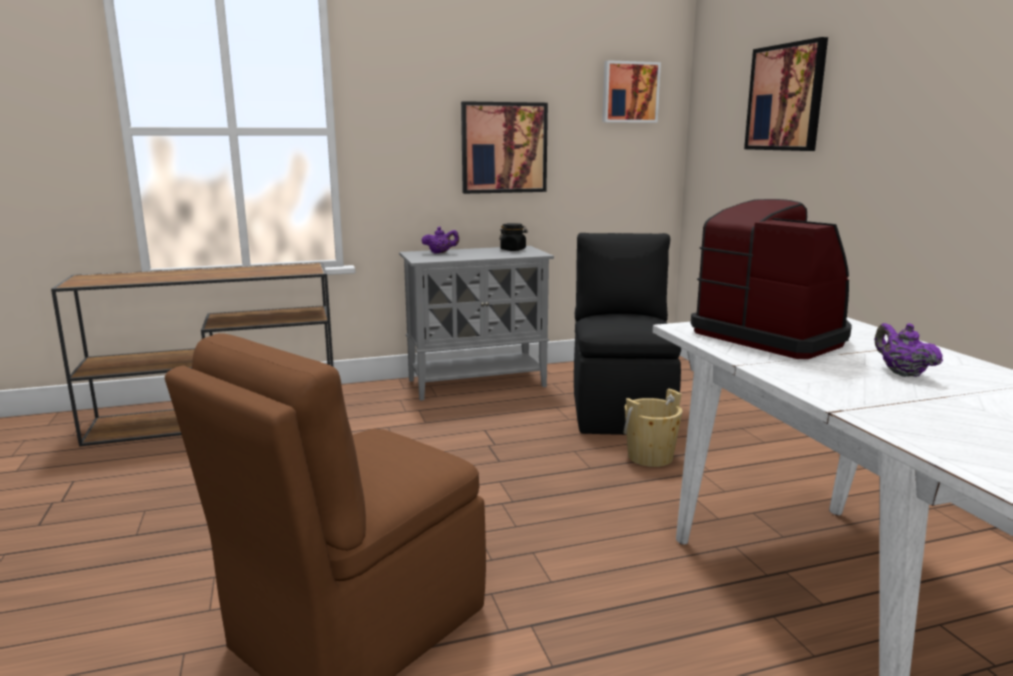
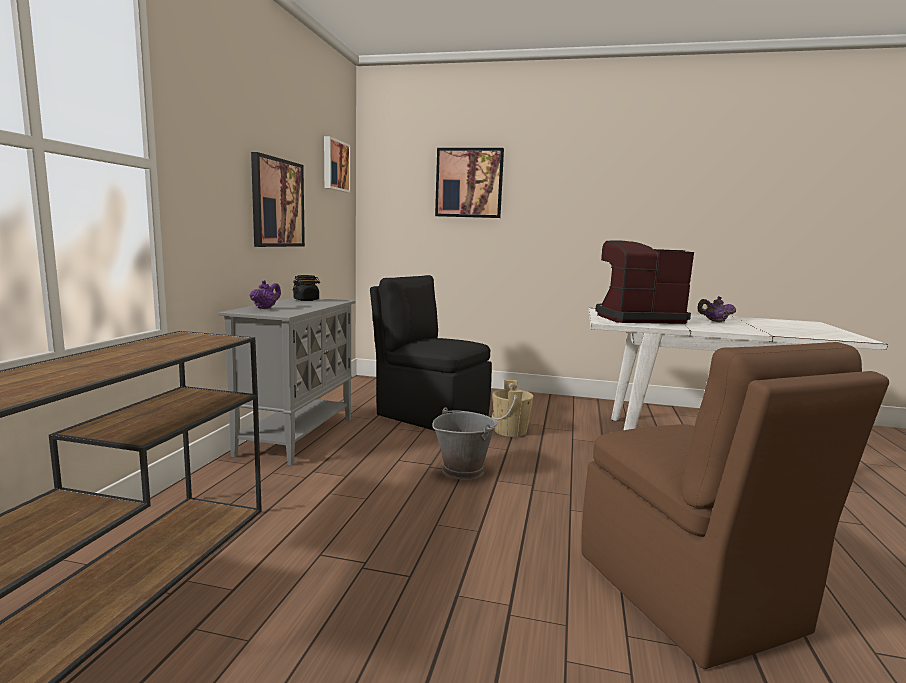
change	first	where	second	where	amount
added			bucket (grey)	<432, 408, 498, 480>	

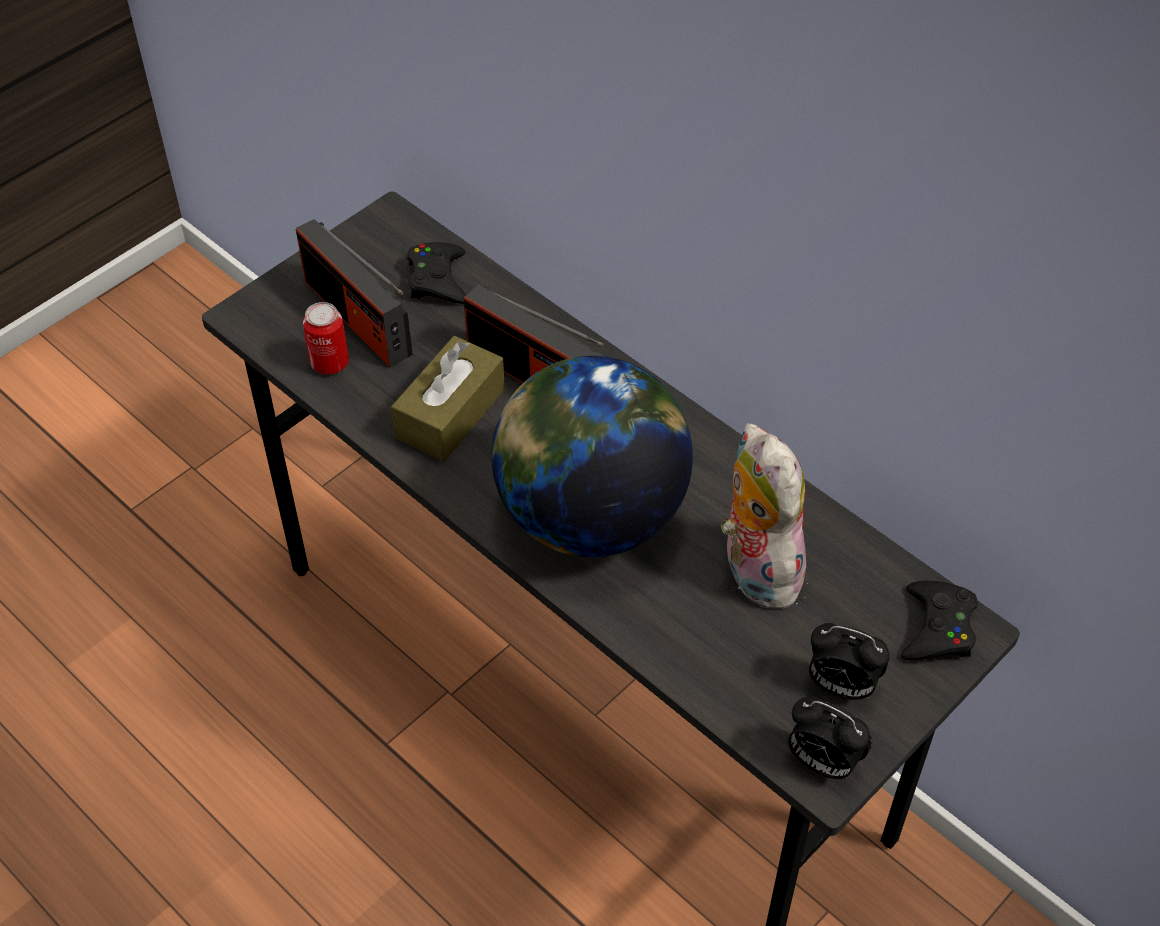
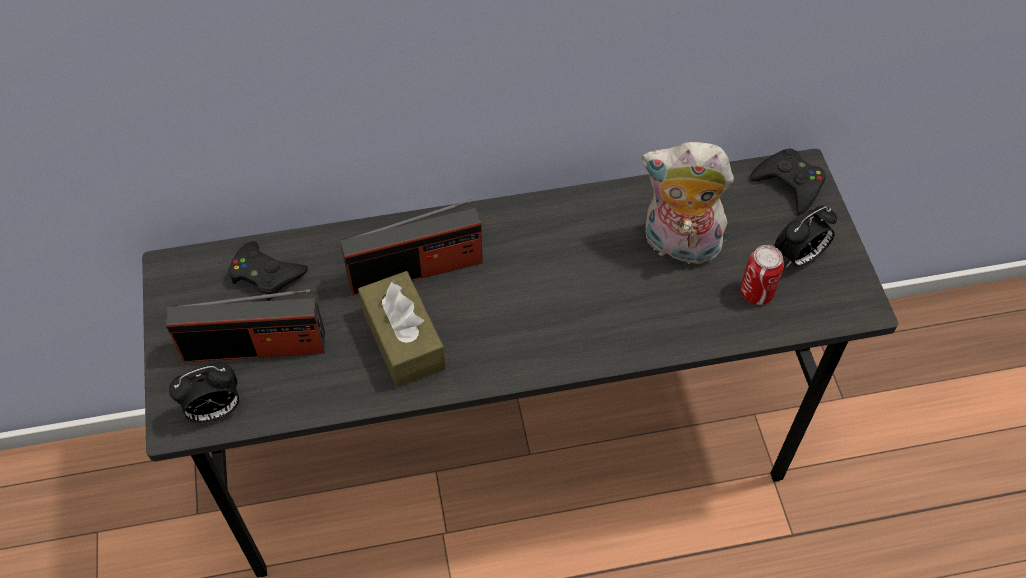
change	first	where	second	where	amount
moved	sealed can	<303, 302, 349, 375>		<740, 245, 784, 305>	
removed	globe	<491, 356, 693, 557>			
moved	table clock	<788, 696, 872, 779>		<169, 362, 239, 423>	

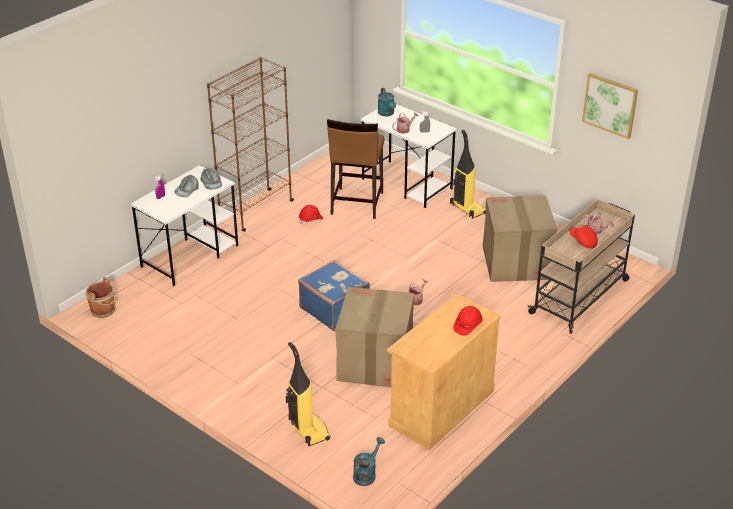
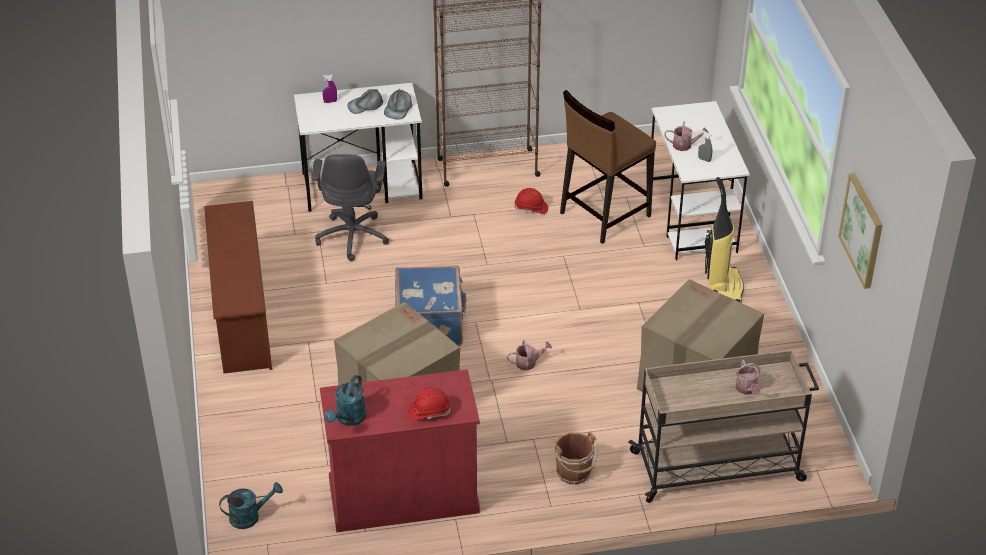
change	first	where	second	where	amount
moved	bucket (brownish)	<85, 277, 118, 318>		<554, 432, 598, 484>	
removed	hoover	<286, 342, 330, 446>			
moved	watering can (blue-green)	<378, 88, 396, 116>		<325, 375, 366, 426>	
recoloured	storage cabinet (beige-coloured)	<387, 293, 501, 450>	storage cabinet (red)	<320, 369, 480, 532>	
removed	baseball cap (red)	<569, 225, 598, 249>			
added			shoe stand (brownish)	<204, 201, 272, 374>	
added			desk chair (grey)	<311, 154, 389, 261>	

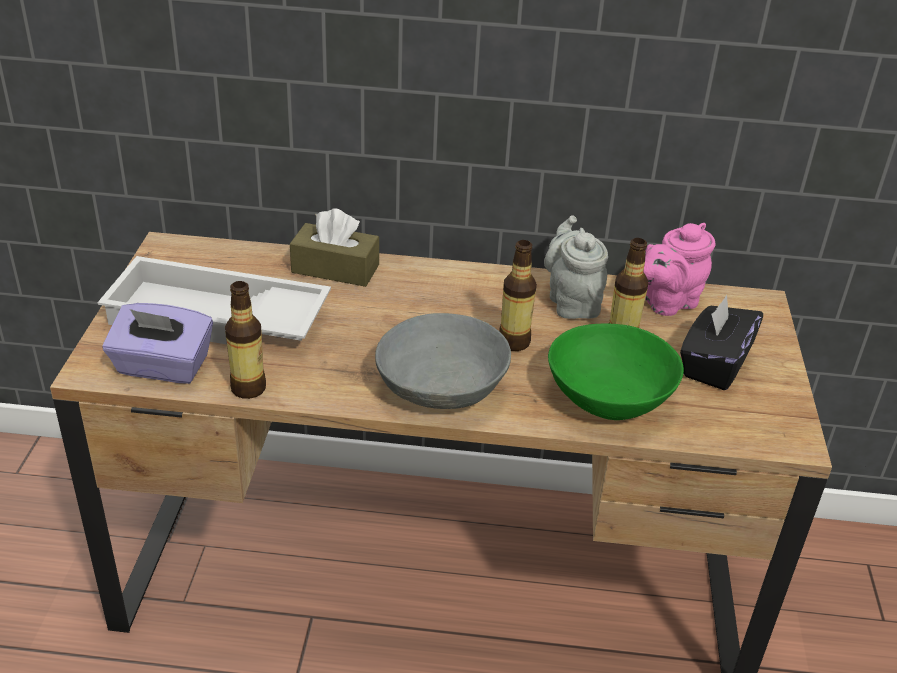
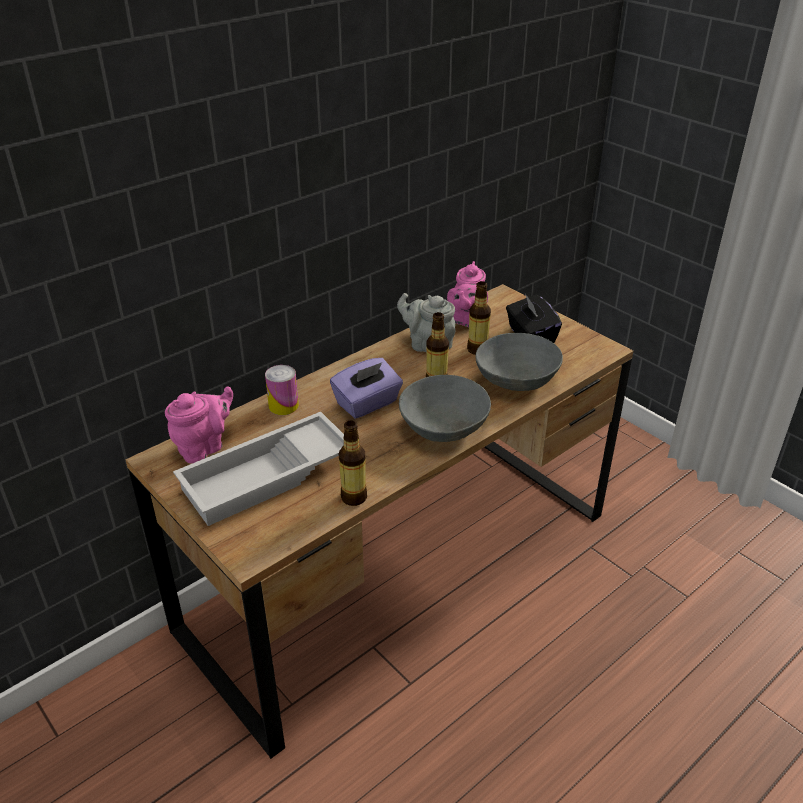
change	first	where	second	where	amount
moved	box of tissues (purple)	<102, 303, 213, 384>		<330, 358, 403, 419>	
replaced	box of tissues (brownish)	<290, 208, 379, 287>	sealed can	<265, 365, 299, 415>	
recoloured	deep dish (green)	<548, 324, 684, 420>	deep dish (grey)	<475, 333, 563, 391>	
added			pot for tea (pink-coloured)	<165, 387, 233, 463>	

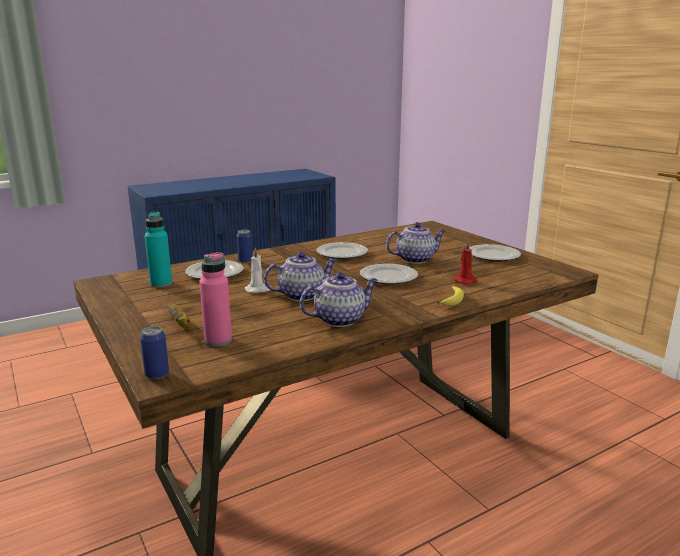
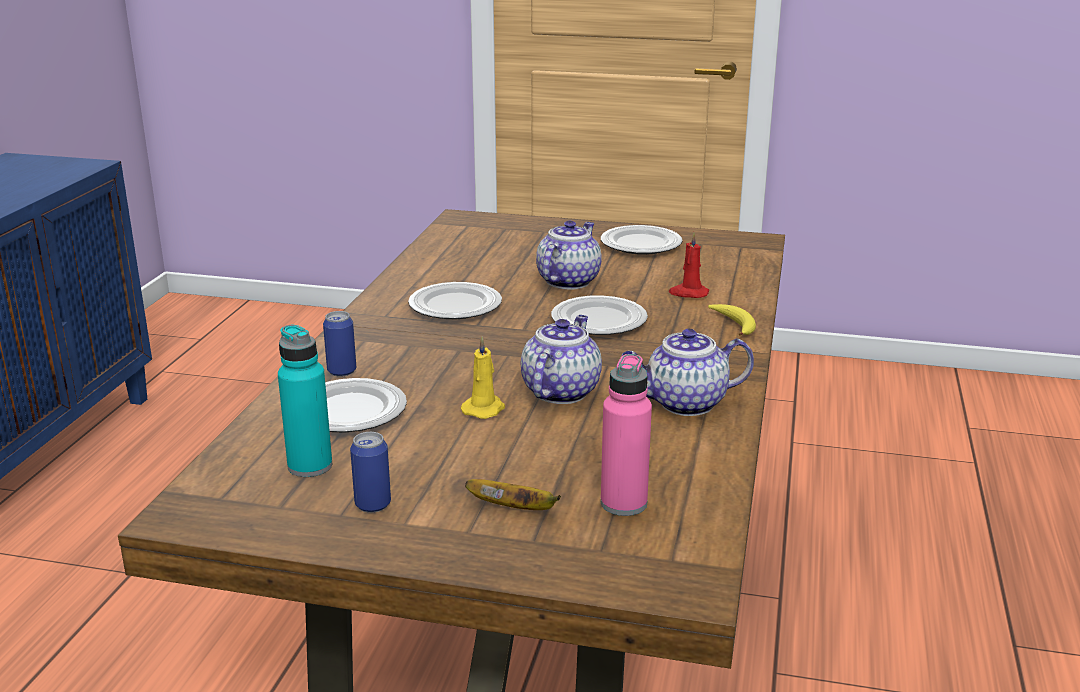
change	first	where	second	where	amount
moved	sealed can	<140, 326, 169, 379>		<350, 432, 391, 513>	
recoloured	wax light (white-coloured)	<245, 248, 270, 293>	wax light (yellowish)	<461, 337, 505, 419>	
turned	pot for tea	<300, 272, 378, 327>		<622, 329, 754, 416>	120 degrees counterclockwise

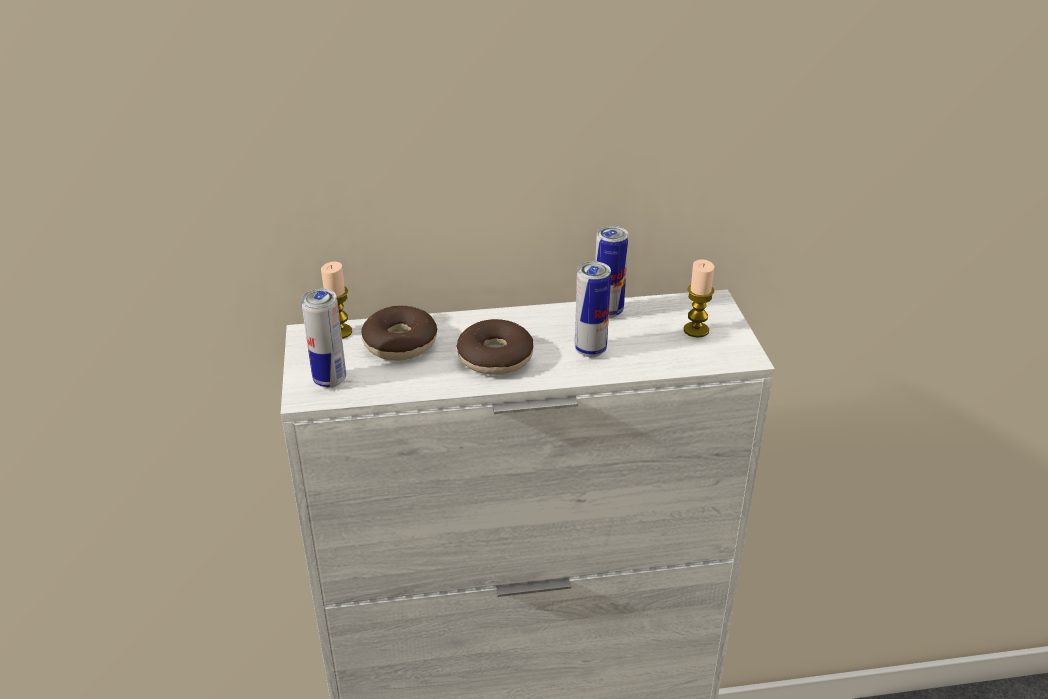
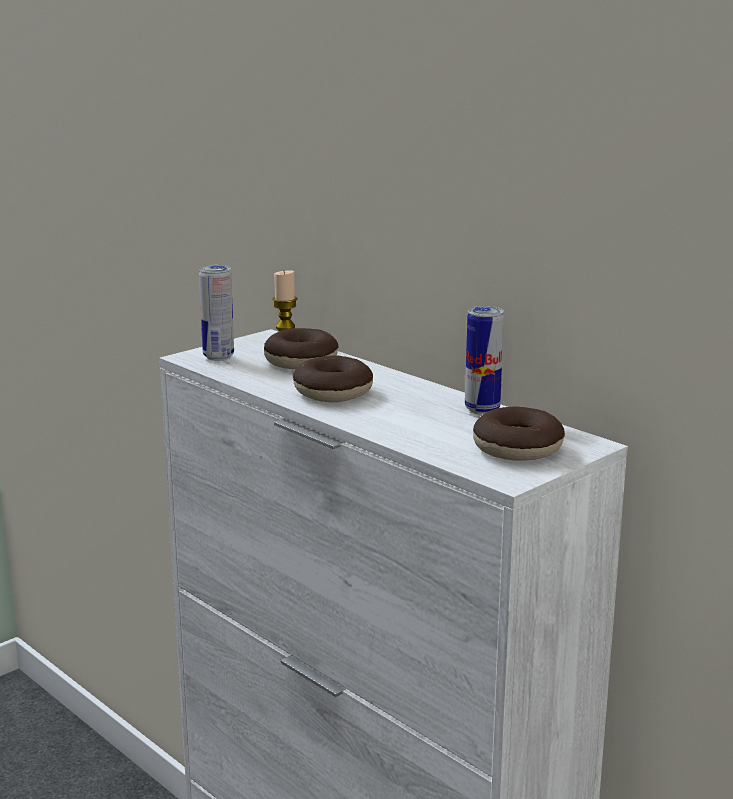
change	first	where	second	where	amount
removed	sealed can	<575, 261, 611, 357>			
replaced	wax light	<684, 259, 714, 338>	ring doughnut	<473, 406, 565, 461>	

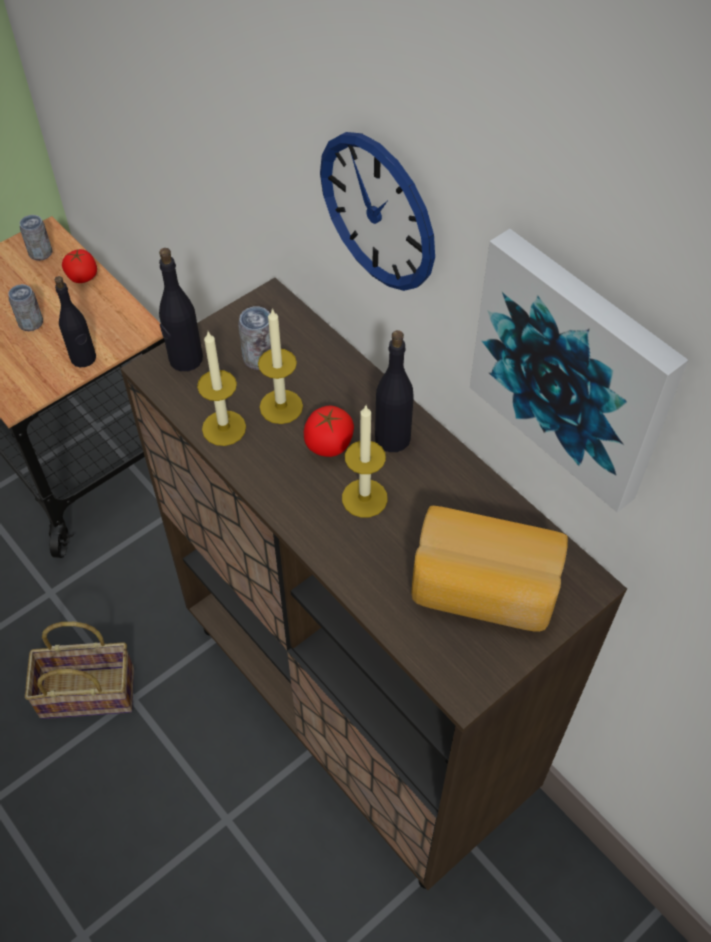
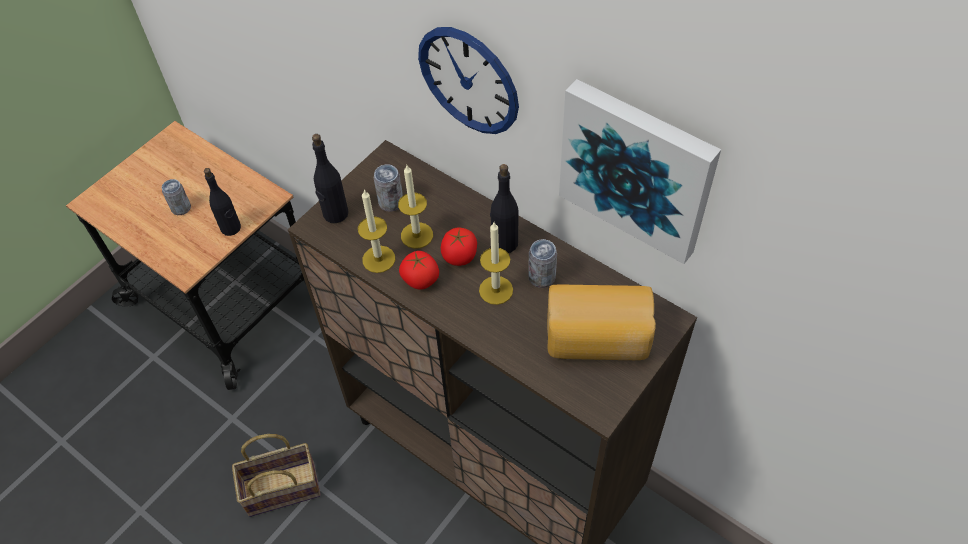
change	first	where	second	where	amount
moved	sealed can	<20, 215, 52, 261>		<528, 239, 557, 288>	
moved	whole tomato	<62, 249, 97, 283>		<399, 251, 439, 290>	

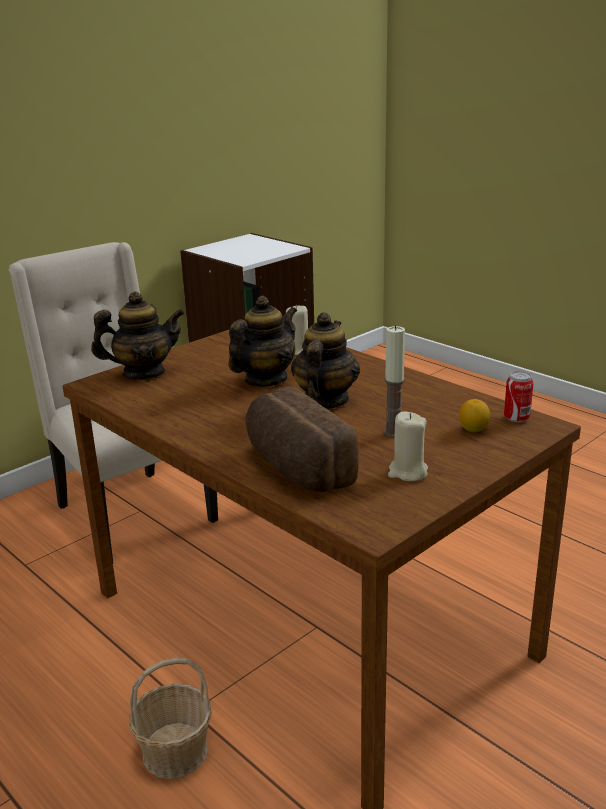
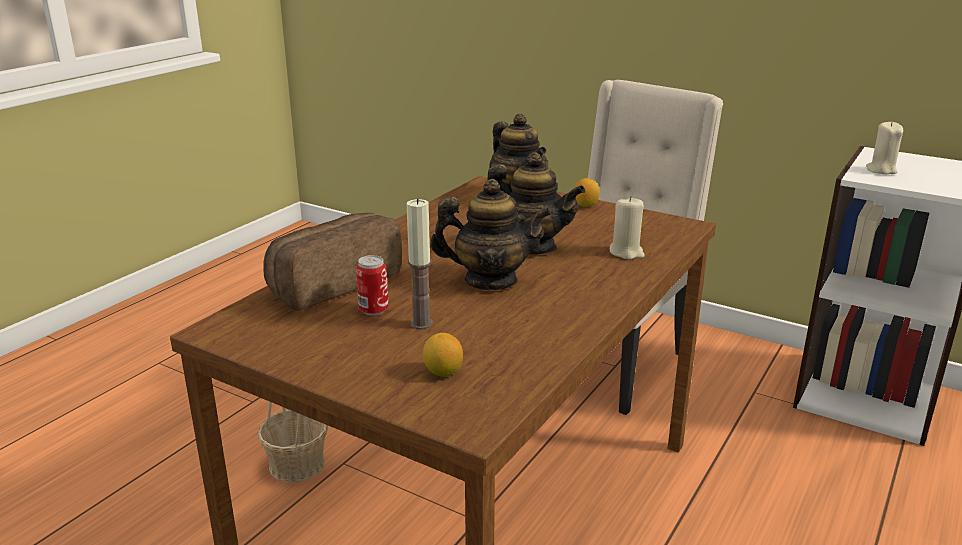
change	first	where	second	where	amount
moved	wax light (beige-coloured)	<388, 411, 428, 481>		<866, 121, 903, 175>	
moved	sealed can	<504, 371, 533, 423>		<356, 255, 389, 316>	
added			whole lemon	<574, 178, 600, 207>	

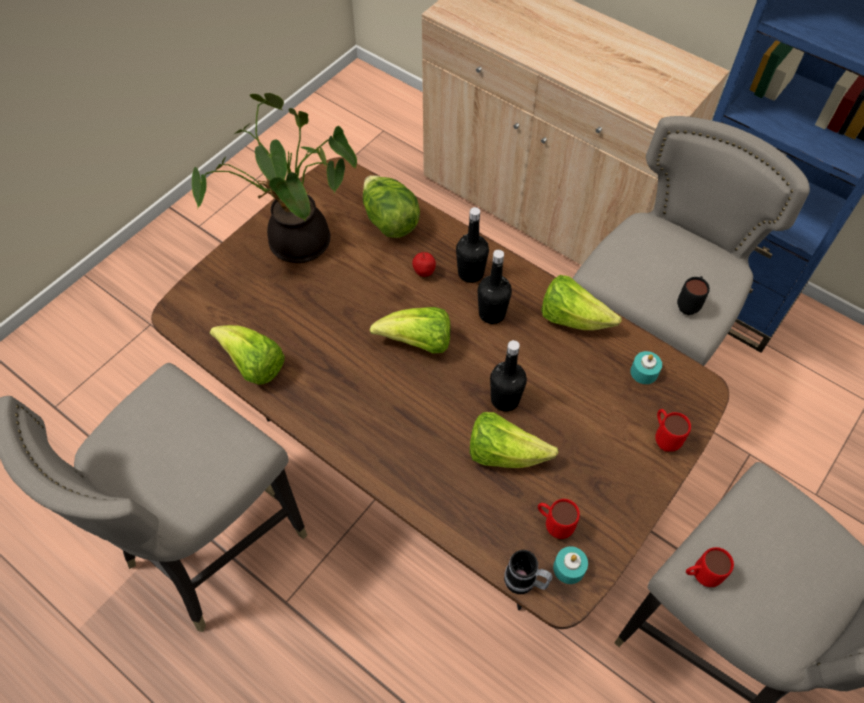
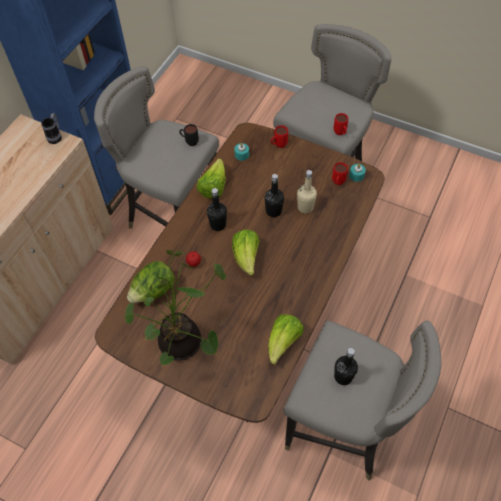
change	first	where	second	where	amount
moved	drink bottle (black-coloured)	<456, 207, 489, 283>		<334, 348, 358, 385>	
replaced	head of lettuce	<470, 412, 558, 468>	drink bottle (beige-coloured)	<297, 170, 317, 213>	
moved	coffee mug	<504, 550, 553, 594>		<41, 113, 62, 144>	

